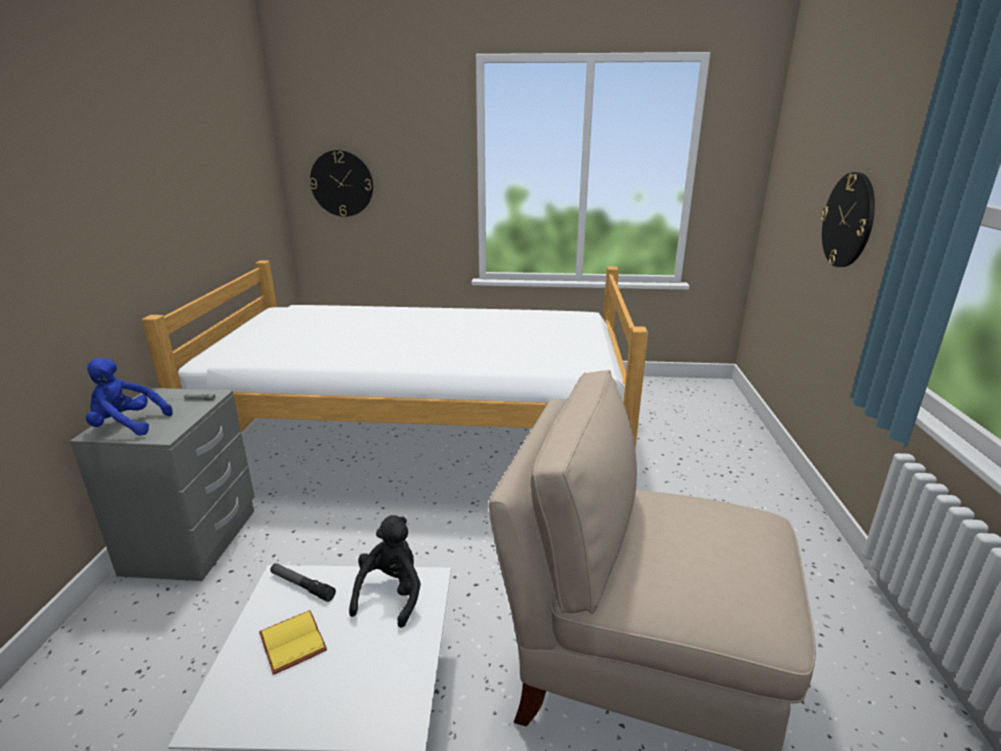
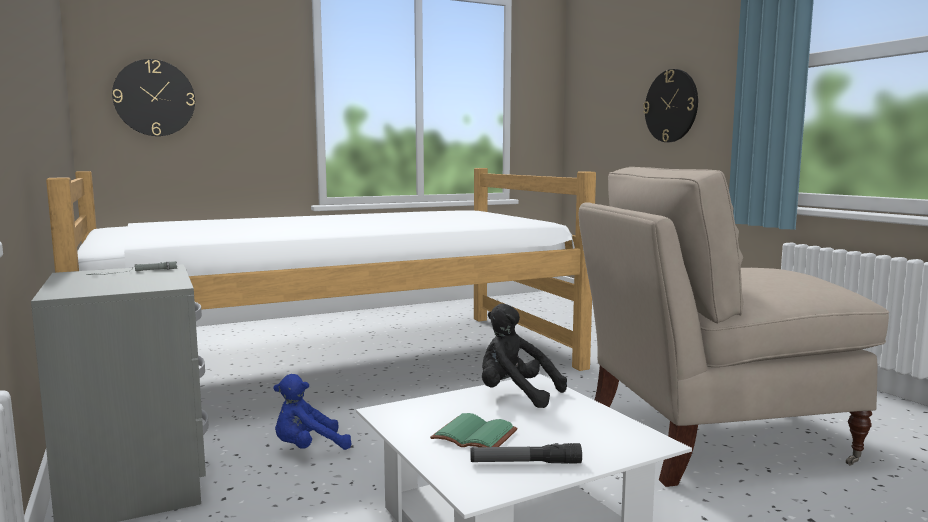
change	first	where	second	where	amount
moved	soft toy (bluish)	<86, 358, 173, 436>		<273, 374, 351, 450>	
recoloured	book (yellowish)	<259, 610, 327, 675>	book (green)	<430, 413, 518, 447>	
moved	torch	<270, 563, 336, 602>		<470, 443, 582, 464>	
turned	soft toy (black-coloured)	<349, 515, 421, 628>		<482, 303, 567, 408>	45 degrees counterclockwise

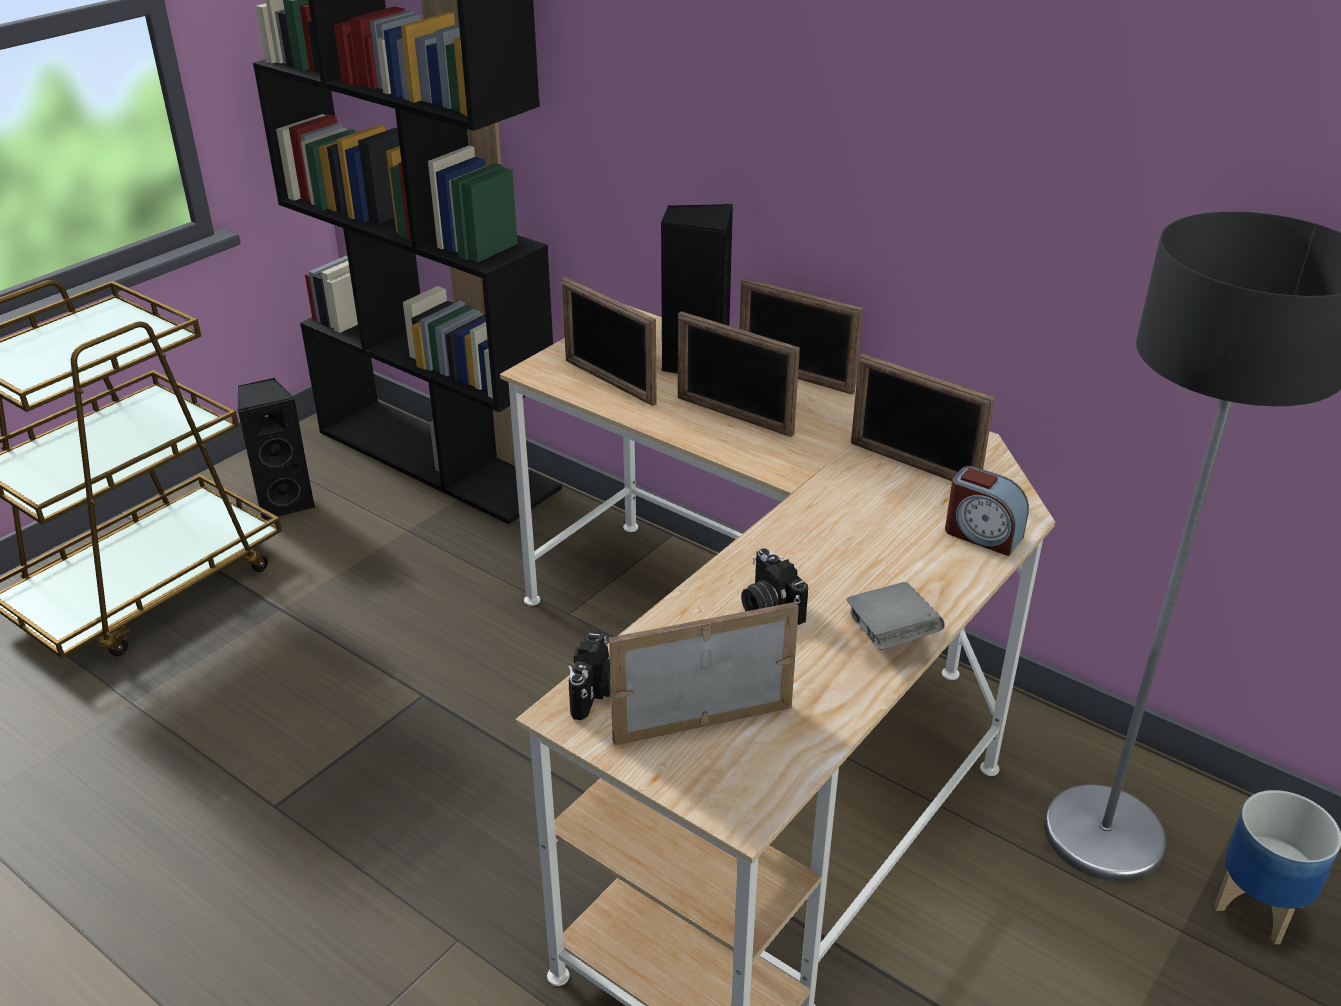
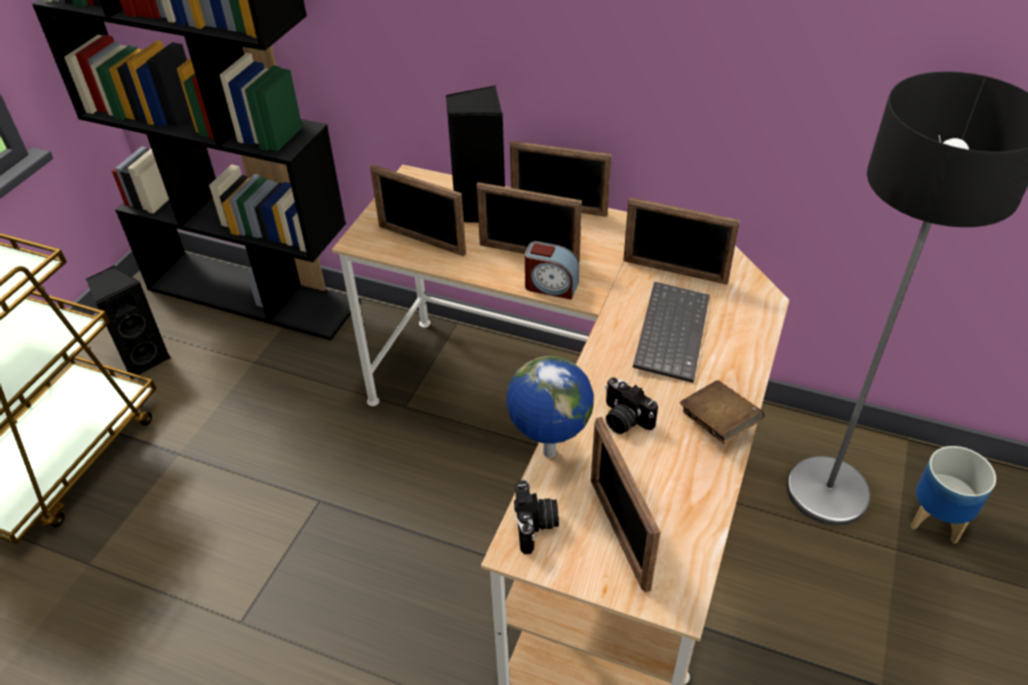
change	first	where	second	where	amount
turned	photo frame	<609, 602, 799, 745>		<591, 417, 660, 592>	75 degrees counterclockwise
recoloured	book (grey)	<846, 582, 945, 650>	book (brownish)	<680, 380, 765, 444>	
moved	table clock	<945, 466, 1029, 556>		<525, 241, 579, 300>	
added			globe	<506, 356, 594, 458>	
added			PC keyboard	<633, 281, 710, 383>	

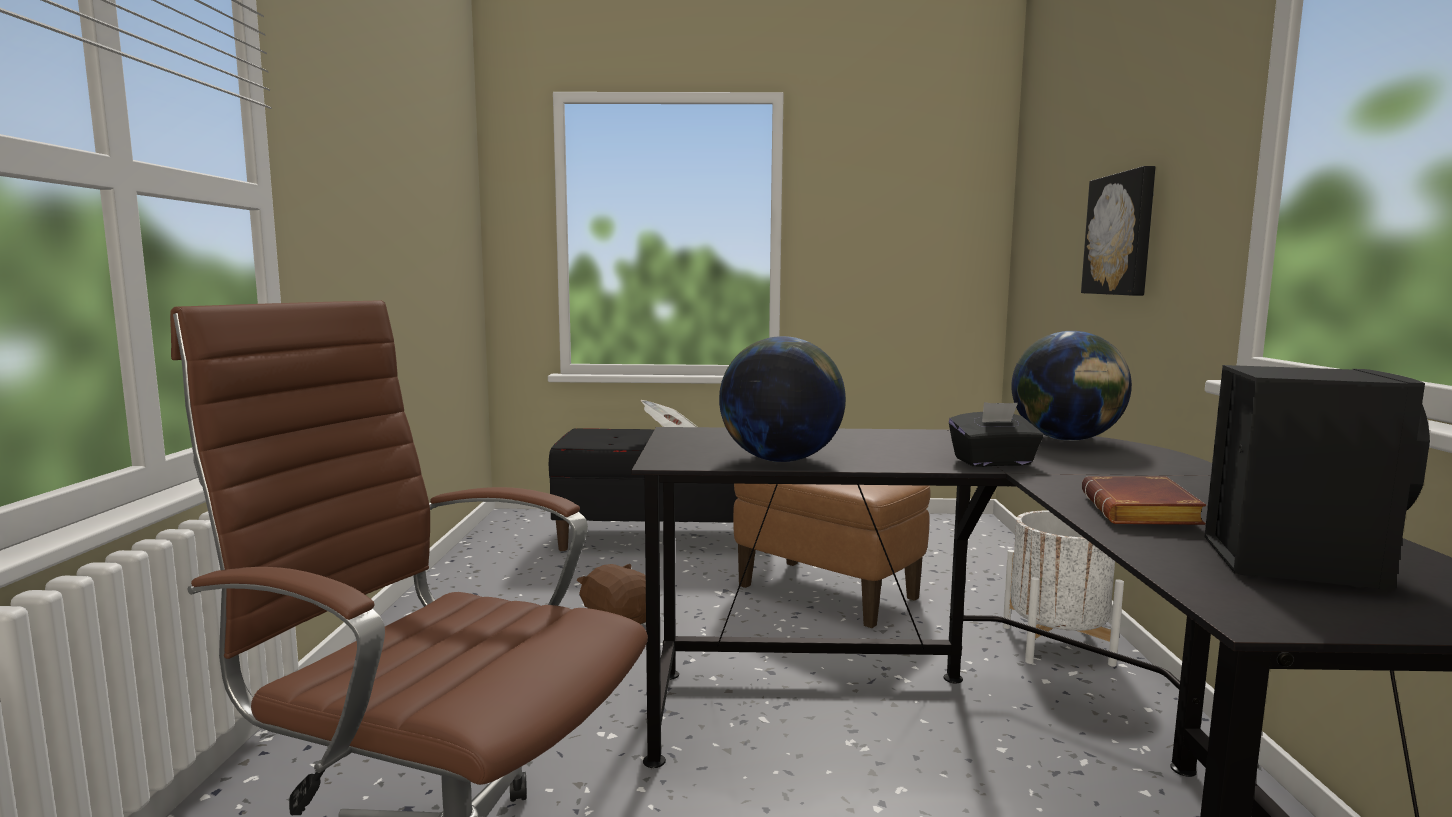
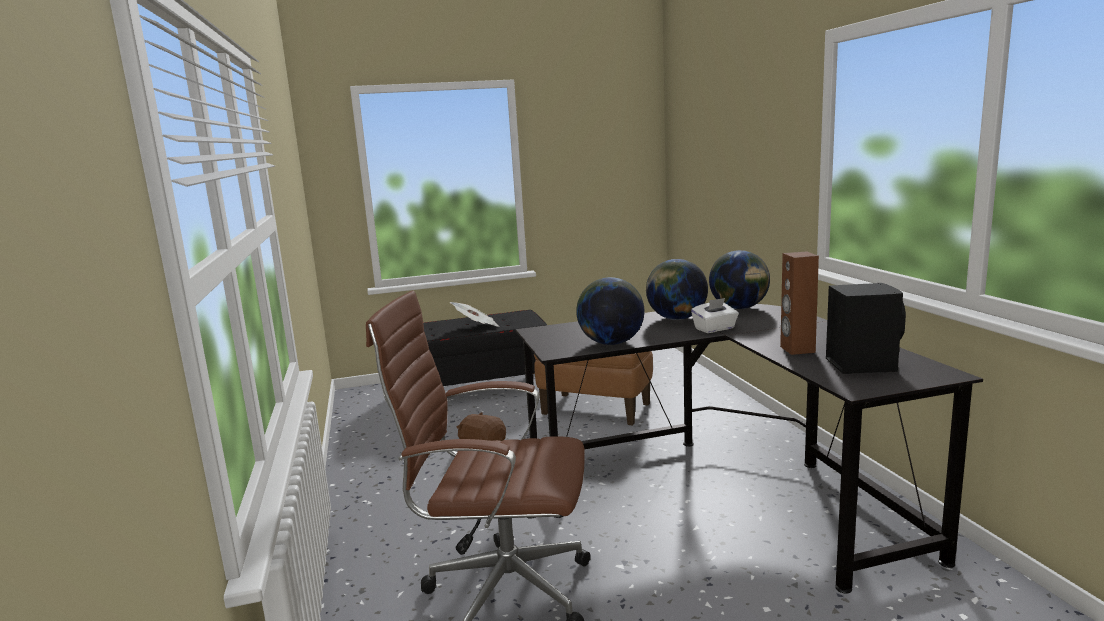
change	first	where	second	where	amount
recoloured	box of tissues (black-coloured)	<949, 402, 1043, 467>	box of tissues (white-coloured)	<691, 298, 739, 333>	
removed	plant pot (white-coloured)	<1003, 511, 1124, 667>			
removed	picture	<1081, 166, 1156, 296>			
replaced	book (brownish)	<1082, 476, 1206, 525>	audio speaker (brownish)	<780, 251, 819, 355>	
added			globe	<646, 259, 708, 320>	

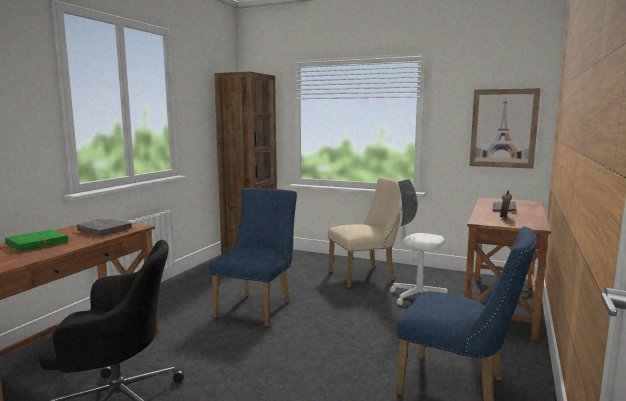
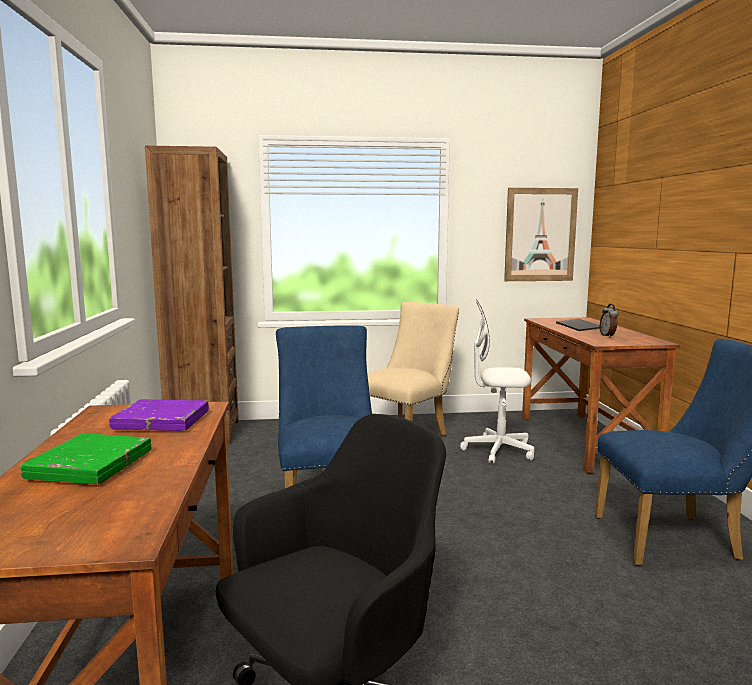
change	first	where	second	where	amount
recoloured	book (grey)	<77, 218, 132, 236>	book (purple)	<109, 399, 209, 431>	

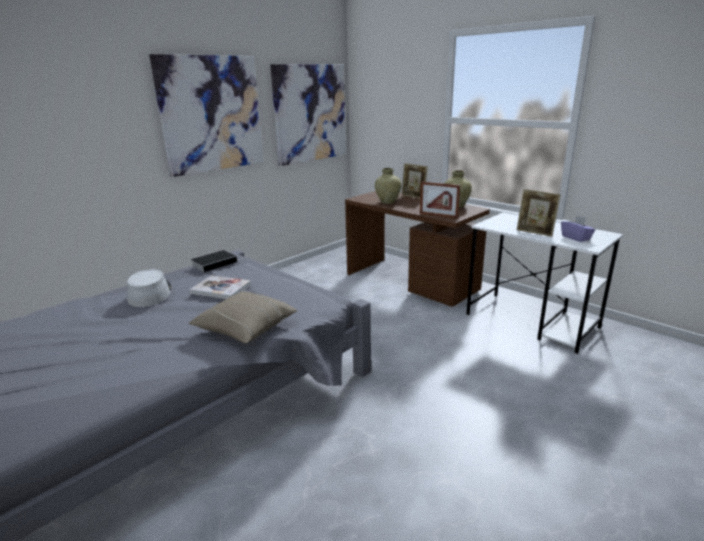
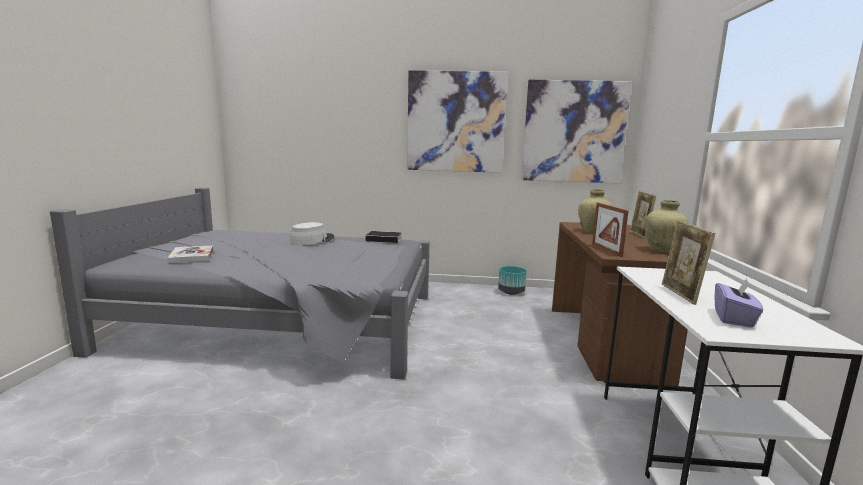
change	first	where	second	where	amount
moved	book	<189, 275, 251, 299>		<167, 246, 213, 263>	
removed	throw pillow (beige-coloured)	<189, 291, 298, 343>			
added			plant pot (blue-green)	<498, 266, 527, 295>	

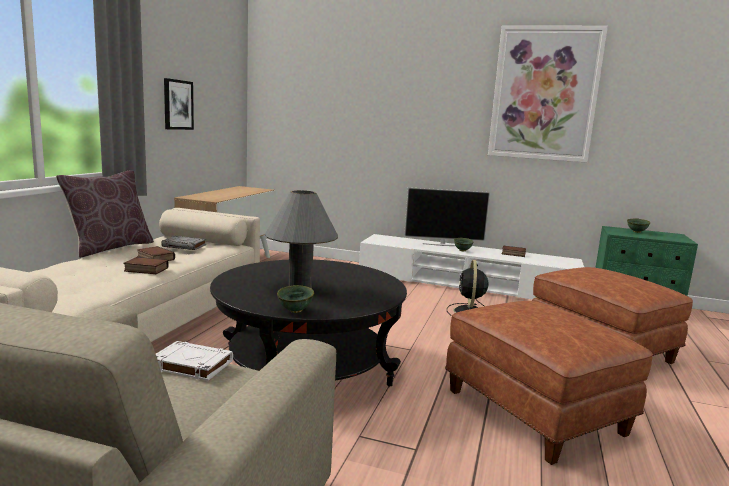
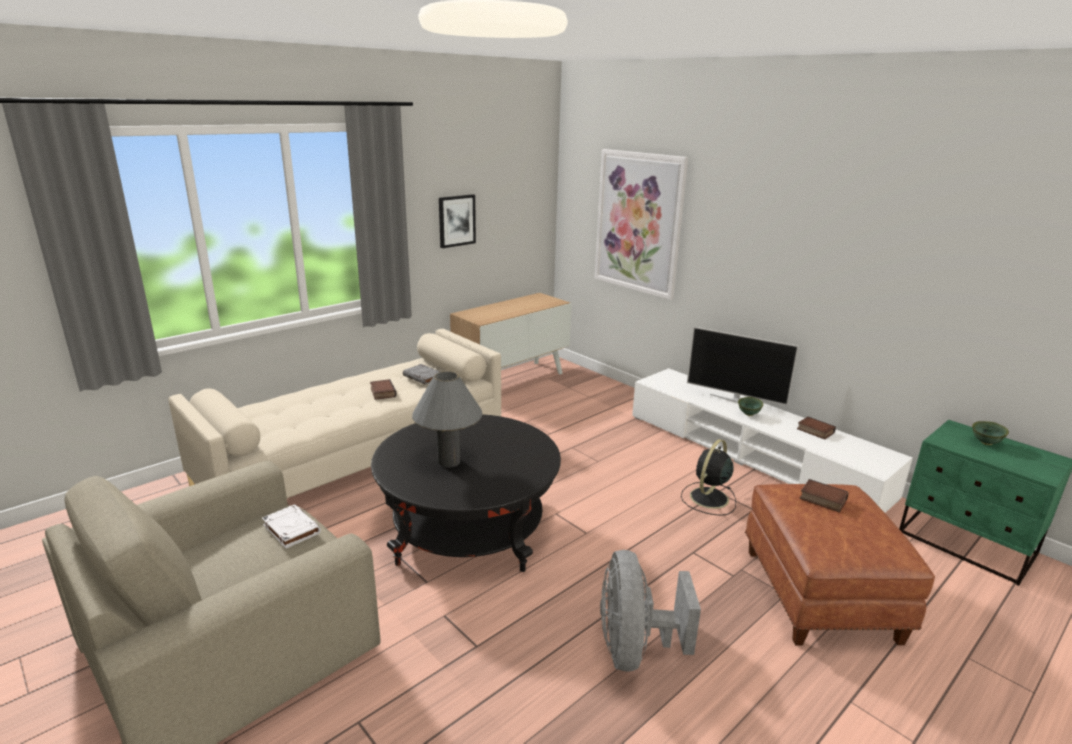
change	first	where	second	where	amount
removed	throw pillow (brownish)	<56, 171, 154, 258>			
moved	book	<123, 257, 169, 274>		<799, 479, 849, 513>	
removed	deep dish (green)	<277, 285, 314, 313>			
replaced	footrest (brownish)	<445, 301, 653, 465>	electric fan (grey)	<600, 550, 701, 672>	
moved	picture	<488, 25, 608, 163>		<595, 149, 688, 300>	

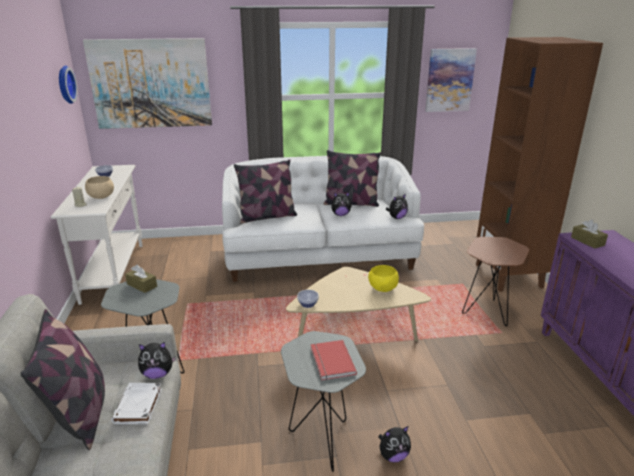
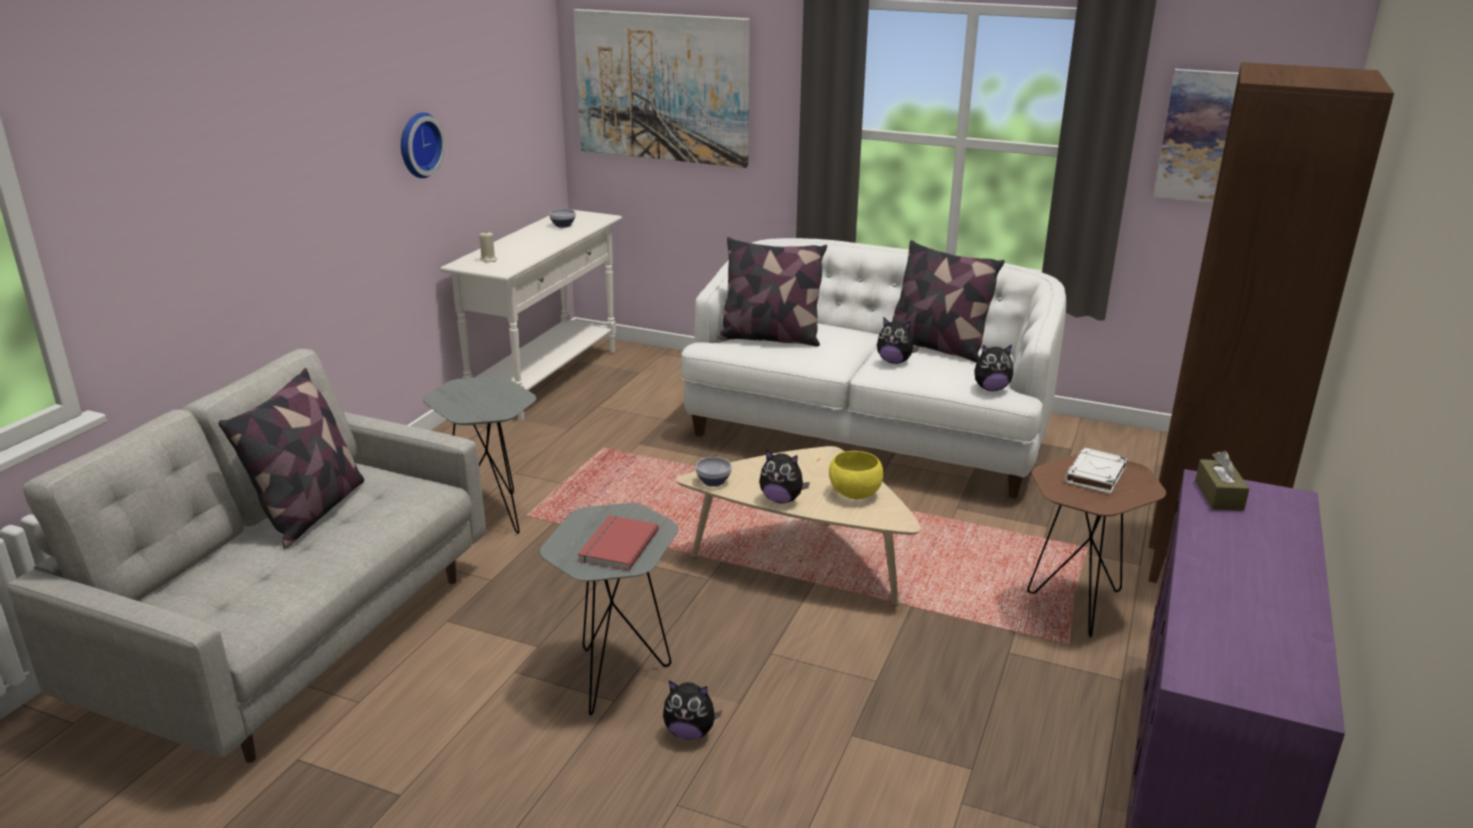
change	first	where	second	where	amount
moved	clock on the wall	<59, 66, 78, 104>		<401, 112, 446, 178>	
removed	deep dish (beige-coloured)	<85, 176, 114, 199>			
moved	book (white-coloured)	<111, 383, 162, 424>		<1064, 448, 1127, 494>	
removed	box of tissues (brownish)	<125, 265, 157, 293>			
moved	soft toy	<138, 342, 176, 379>		<759, 450, 810, 504>	

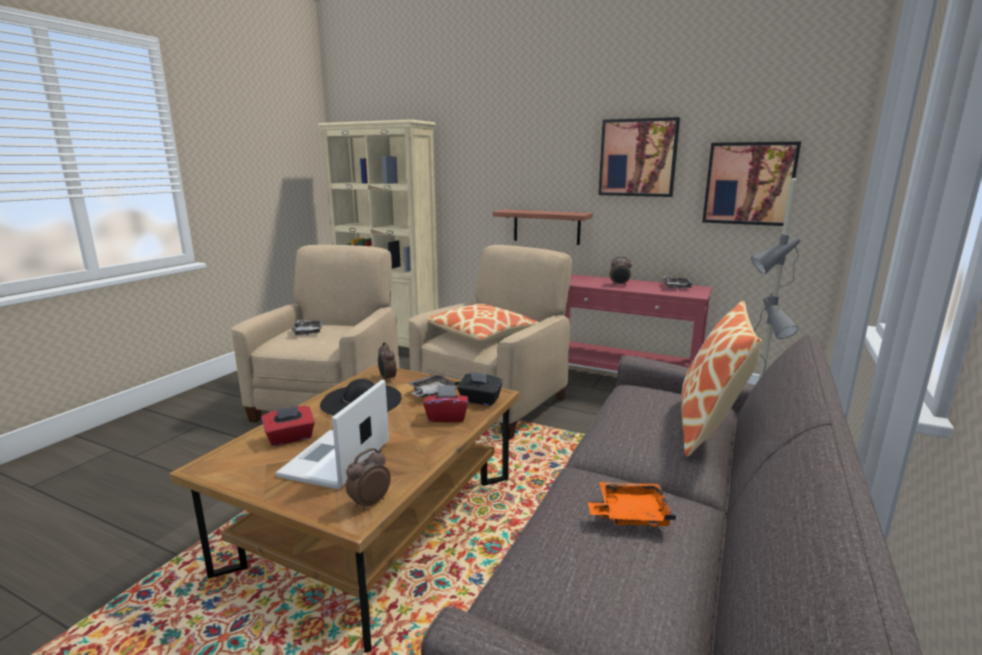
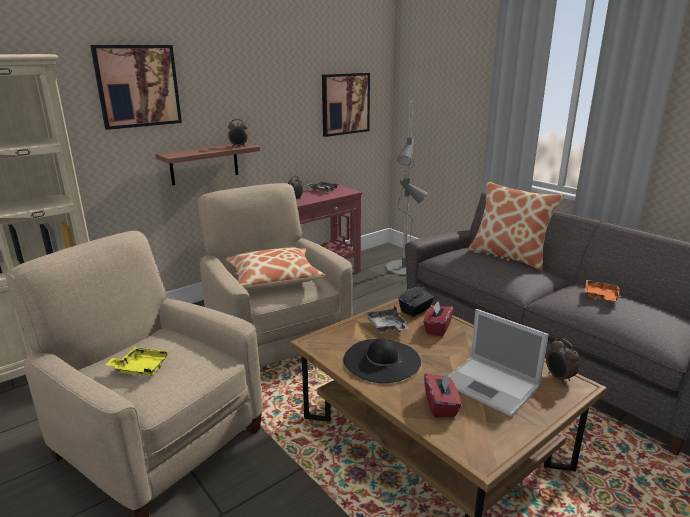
change	first	where	second	where	amount
recoloured	tray (grey)	<291, 320, 323, 335>	tray (yellowish)	<105, 347, 171, 376>	
moved	table clock	<378, 342, 396, 382>		<228, 119, 248, 147>	
moved	picture	<598, 117, 680, 197>		<90, 45, 182, 130>	

